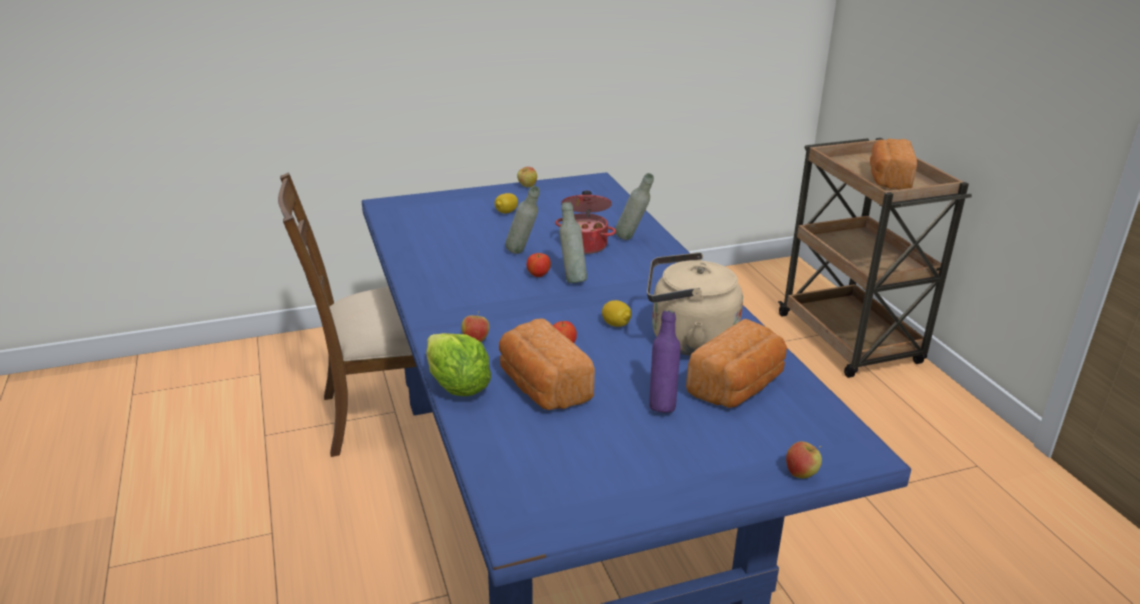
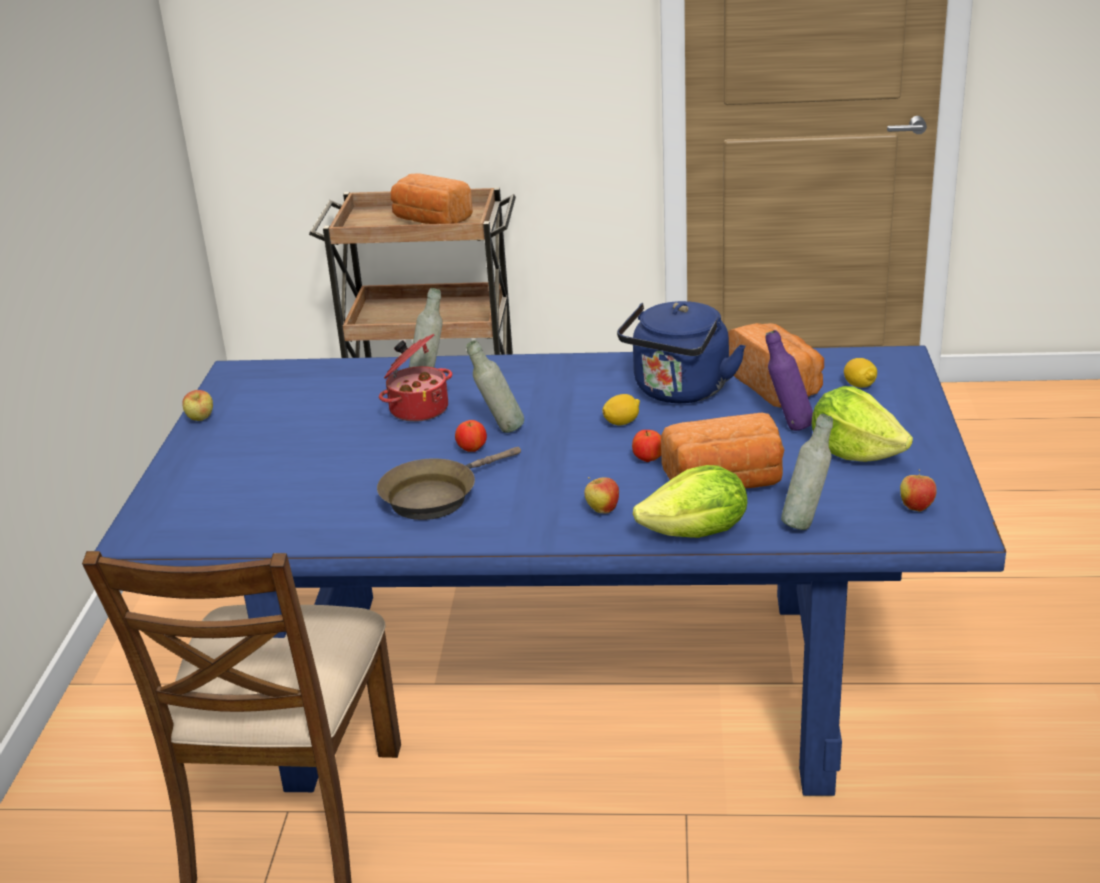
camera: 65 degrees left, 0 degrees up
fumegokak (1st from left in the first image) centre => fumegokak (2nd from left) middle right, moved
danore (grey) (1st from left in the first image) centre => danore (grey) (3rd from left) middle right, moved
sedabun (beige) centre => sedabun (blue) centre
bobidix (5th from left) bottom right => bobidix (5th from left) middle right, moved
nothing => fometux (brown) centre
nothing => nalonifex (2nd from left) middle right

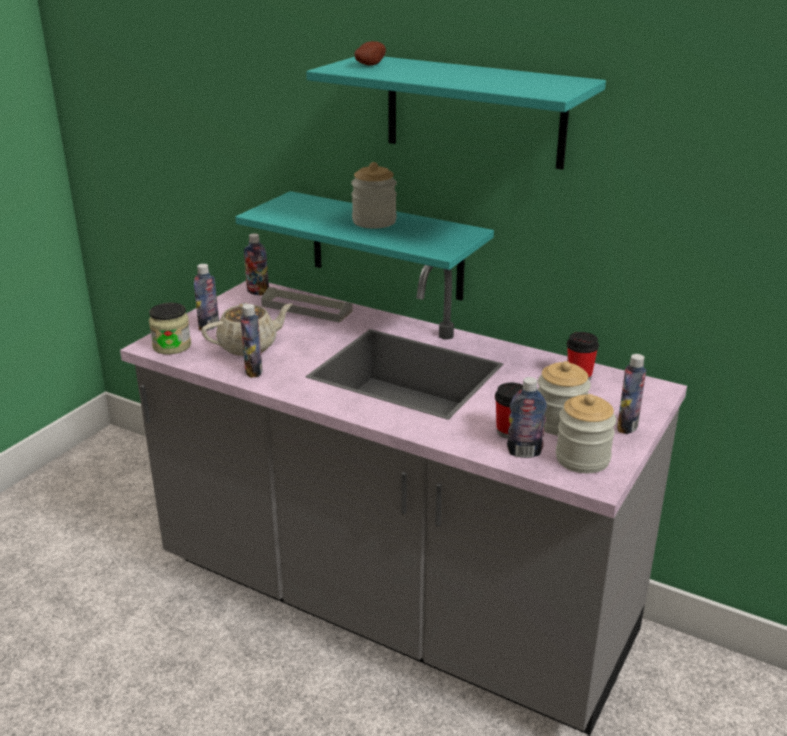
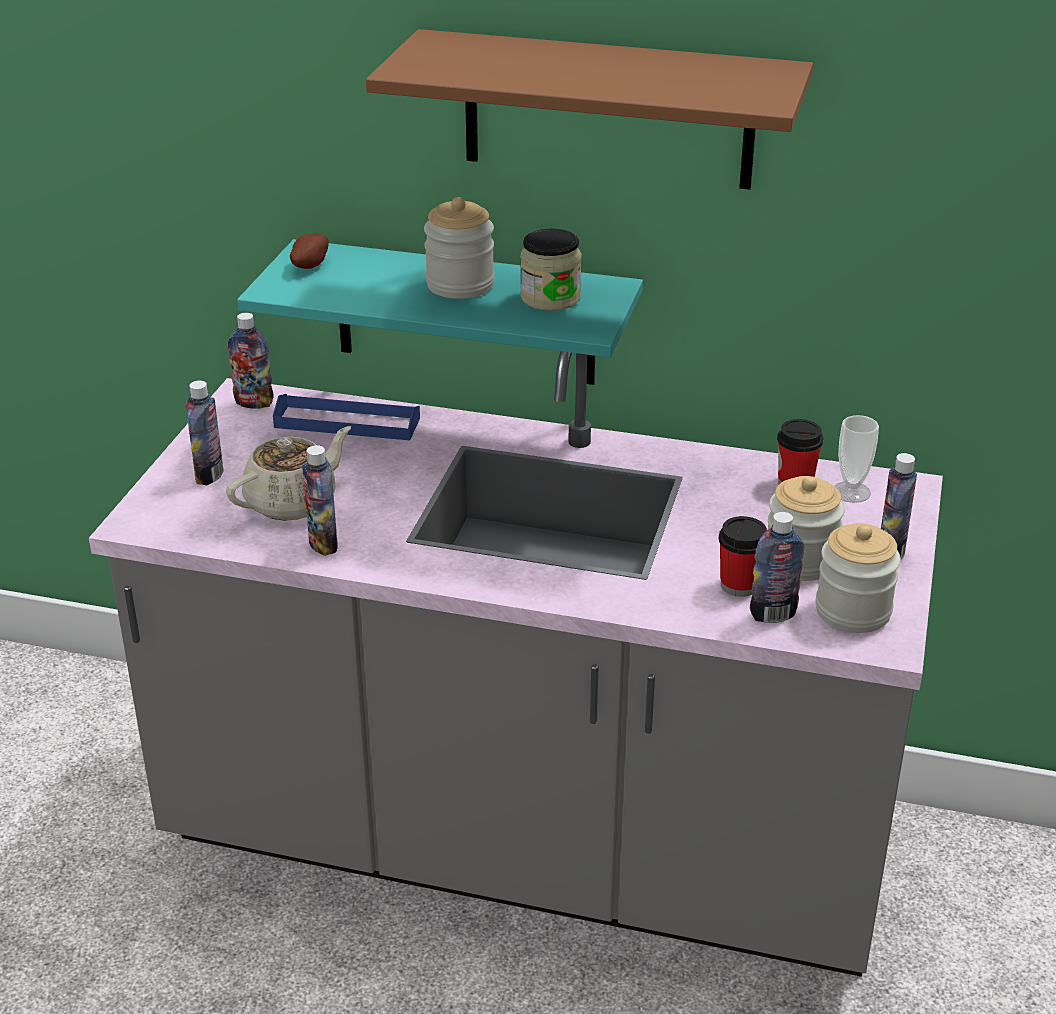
camera: 15 degrees left, 5 degrees up
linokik (1st from left in the first image) middle left => linokik (2nd from left) top centre, moved
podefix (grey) centre => podefix (blue) middle left
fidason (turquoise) (2nd from left) top centre => fidason (brown) top centre
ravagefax top centre => ravagefax top left, moved
nothing => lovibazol (3rd from left) middle right

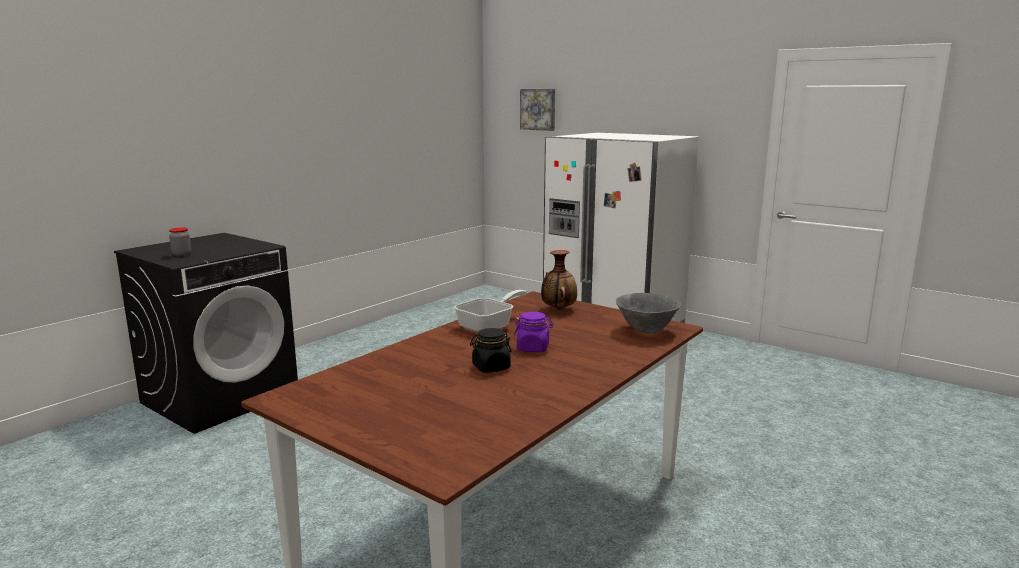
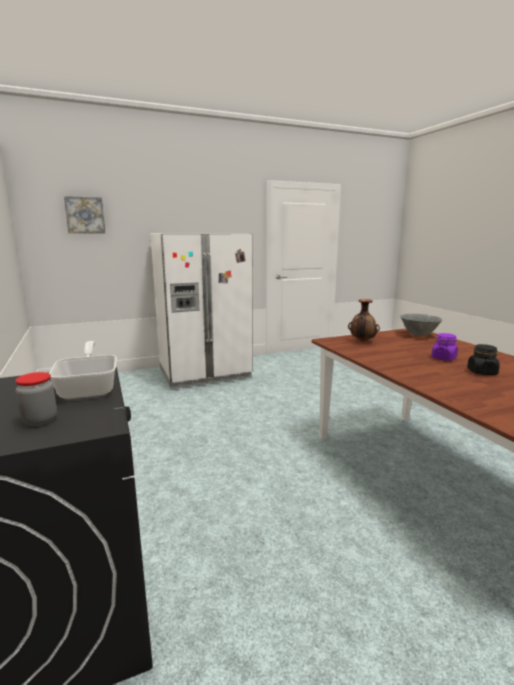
camera: 60 degrees left, 0 degrees up
fometux centre => fometux middle left, moved

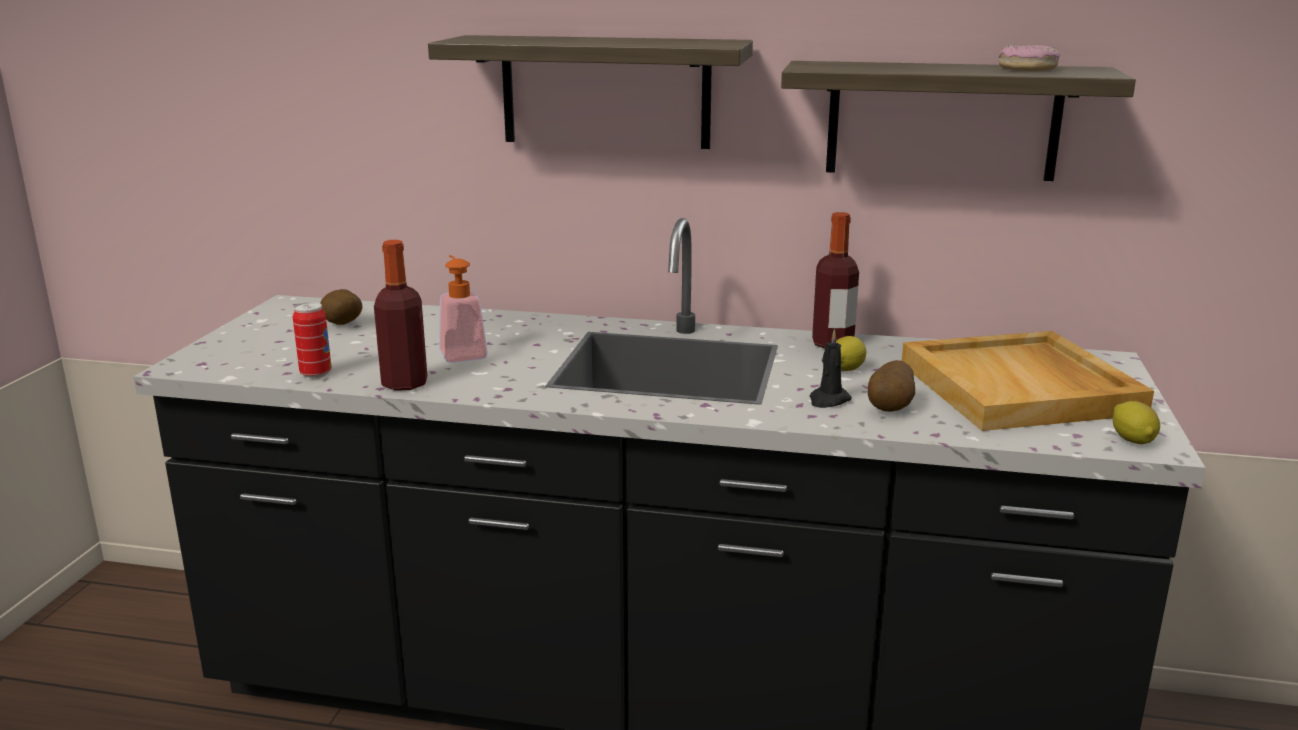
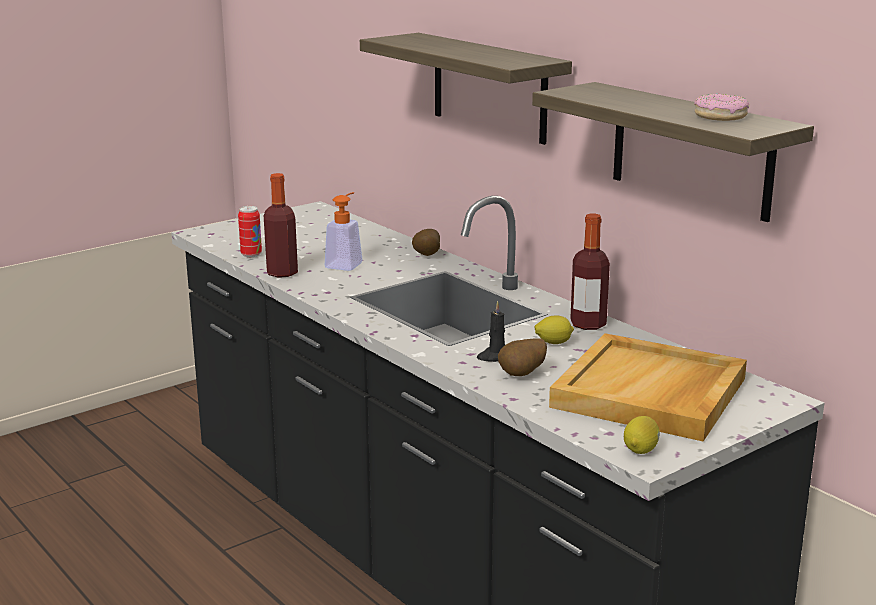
camera: 40 degrees right, 0 degrees up
ravagefax (1st from left) middle left => ravagefax (1st from left) centre, moved

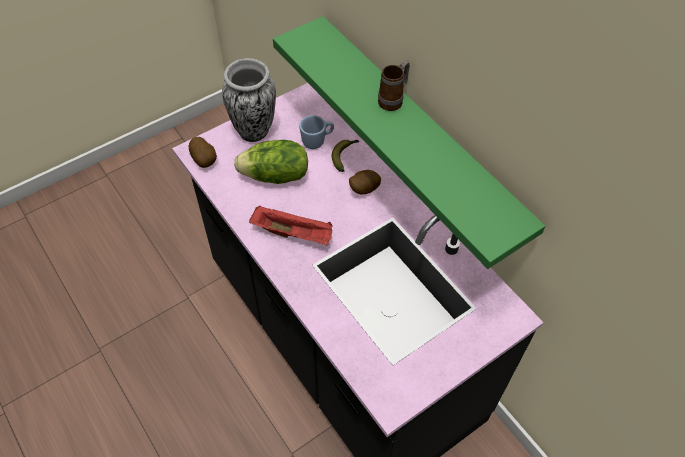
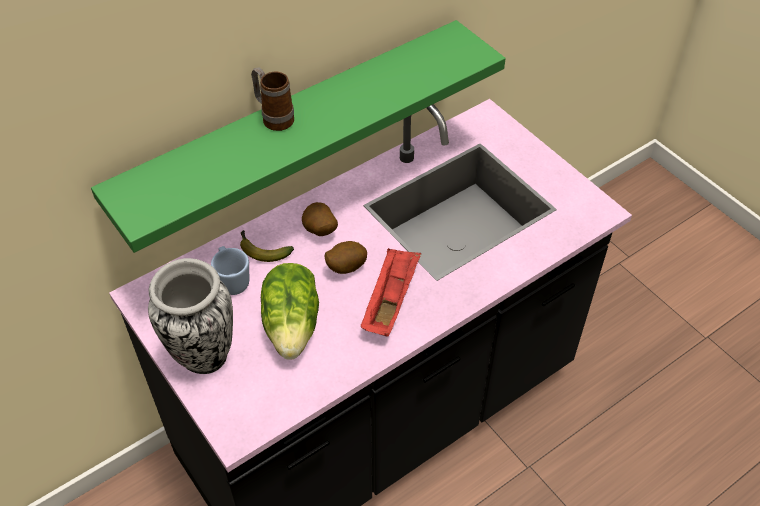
camera: 90 degrees left, 5 degrees down
ravagefax (1st from left in the first image) top left => ravagefax (2nd from left) centre, moved

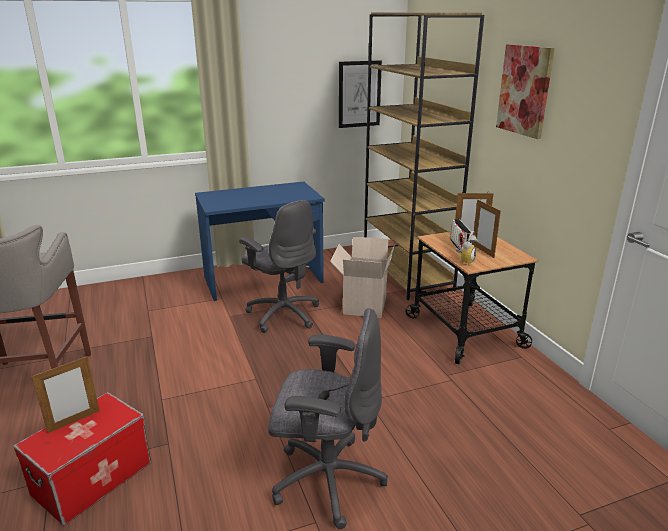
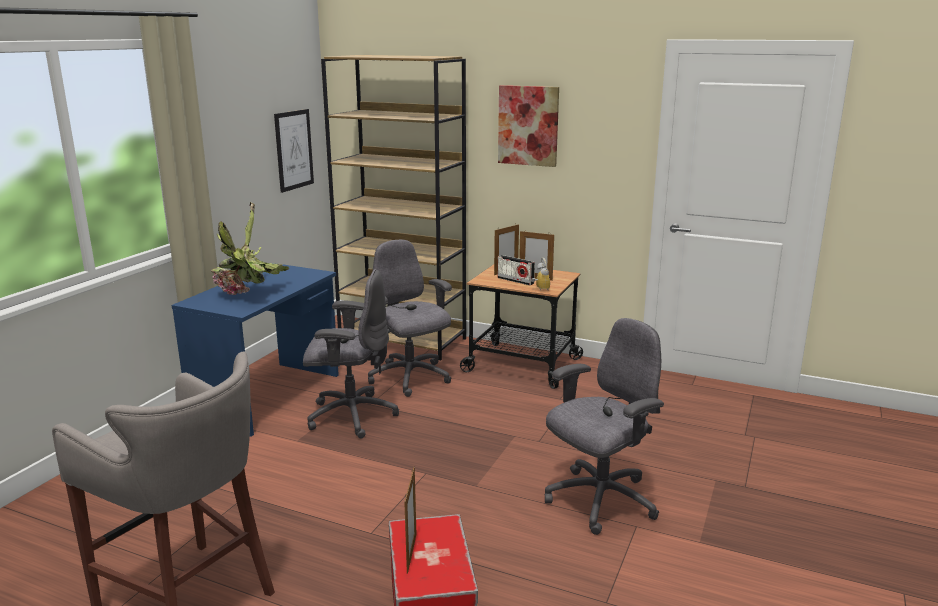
camera: 45 degrees left, 5 degrees down
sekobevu centre => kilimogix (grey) (2nd from left) centre
nothing => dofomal middle left

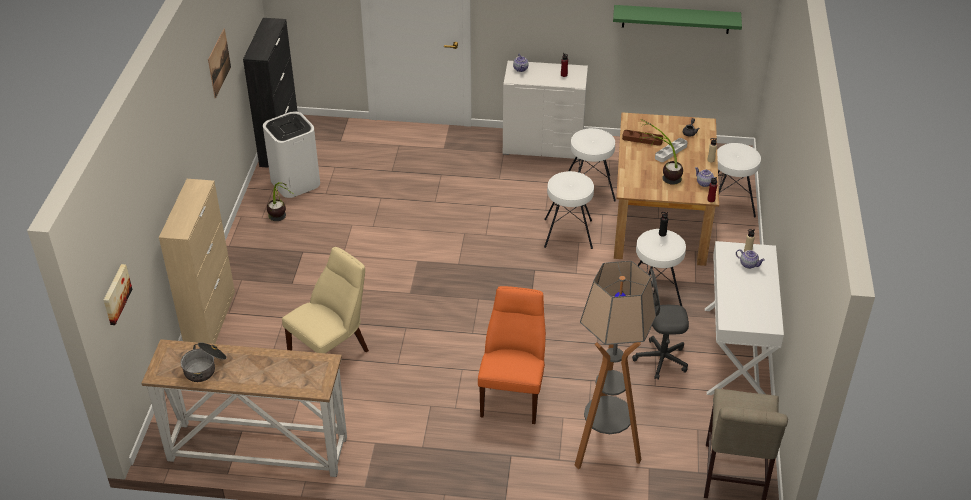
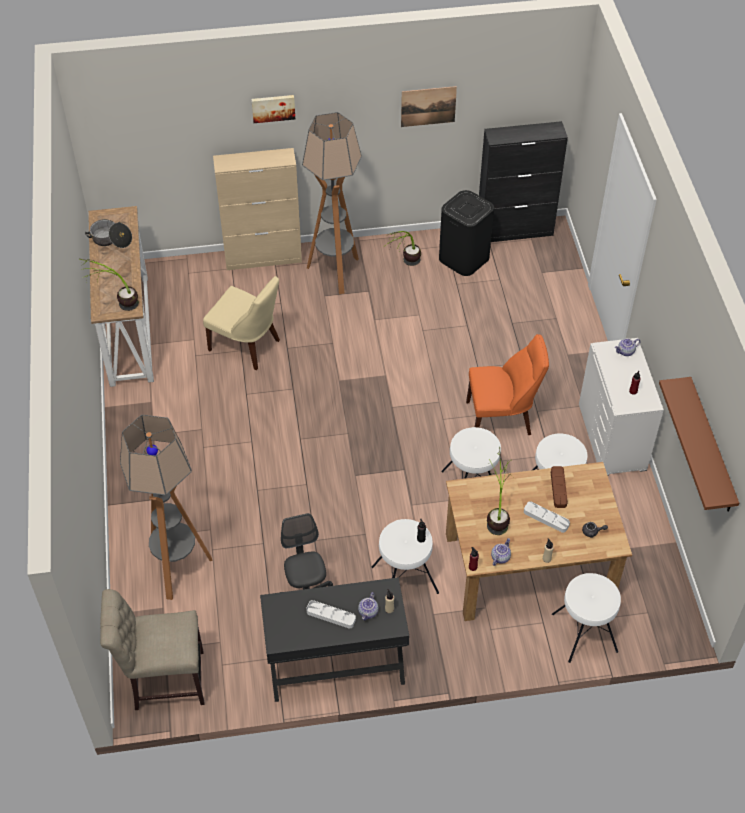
camera: 75 degrees right, 10 degrees up
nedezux (1st from left) middle left => nedezux (1st from left) top centre, moved
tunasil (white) top left => tunasil (black) top centre
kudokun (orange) bottom centre => kudokun (orange) middle right, moved
fidason (green) top right => fidason (brown) middle right
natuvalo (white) middle right => natuvalo (black) bottom centre
nothing => dofomal (1st from left) middle left
nothing => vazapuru (2nd from left) top centre
nothing => podefix (white) (1st from left) bottom centre

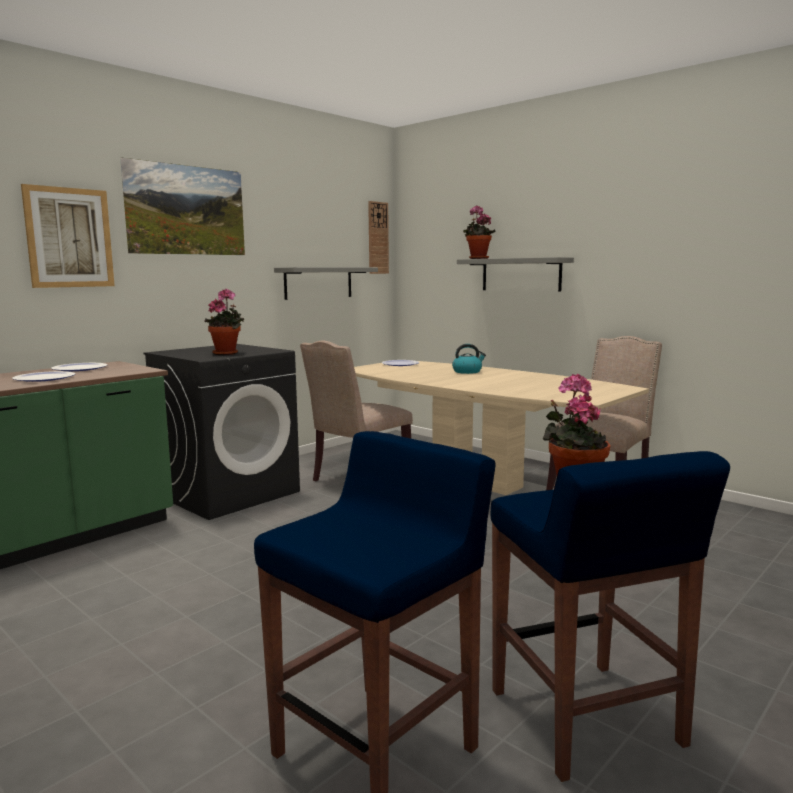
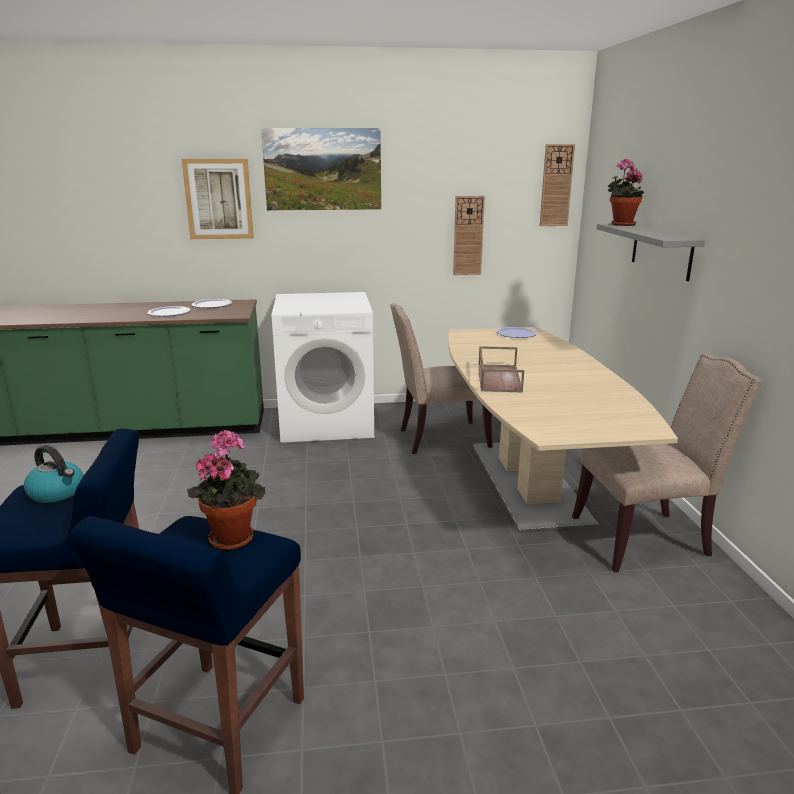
camera: 40 degrees right, 10 degrees up
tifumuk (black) middle left => tifumuk (white) centre
dofomal (1st from left) middle left => nothing
fidason (grey) (1st from left) centre => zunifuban (1st from left) top centre
sedabun centre => sedabun middle left, moved
nothing => podefix (brown) centre

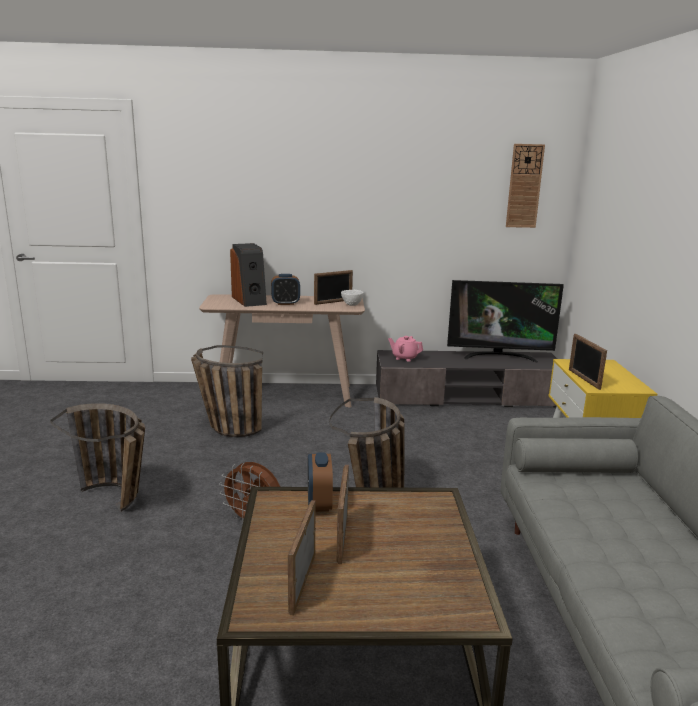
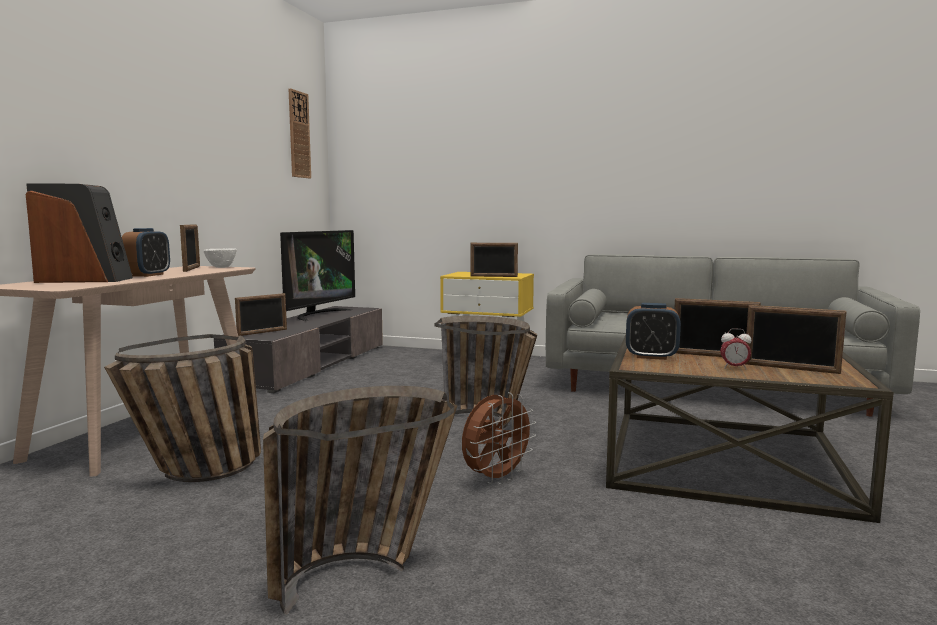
camera: 70 degrees left, 10 degrees down
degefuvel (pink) centre => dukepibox (2nd from left) middle left
nothing => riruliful (3rd from left) middle right

